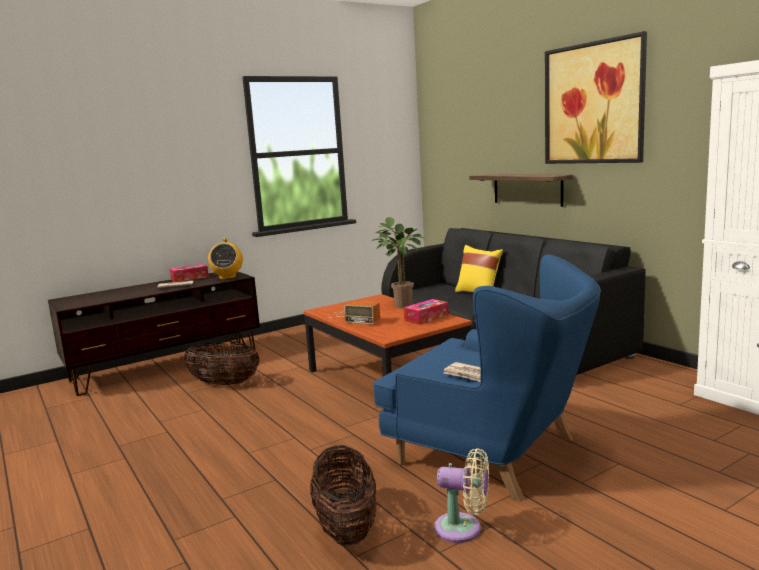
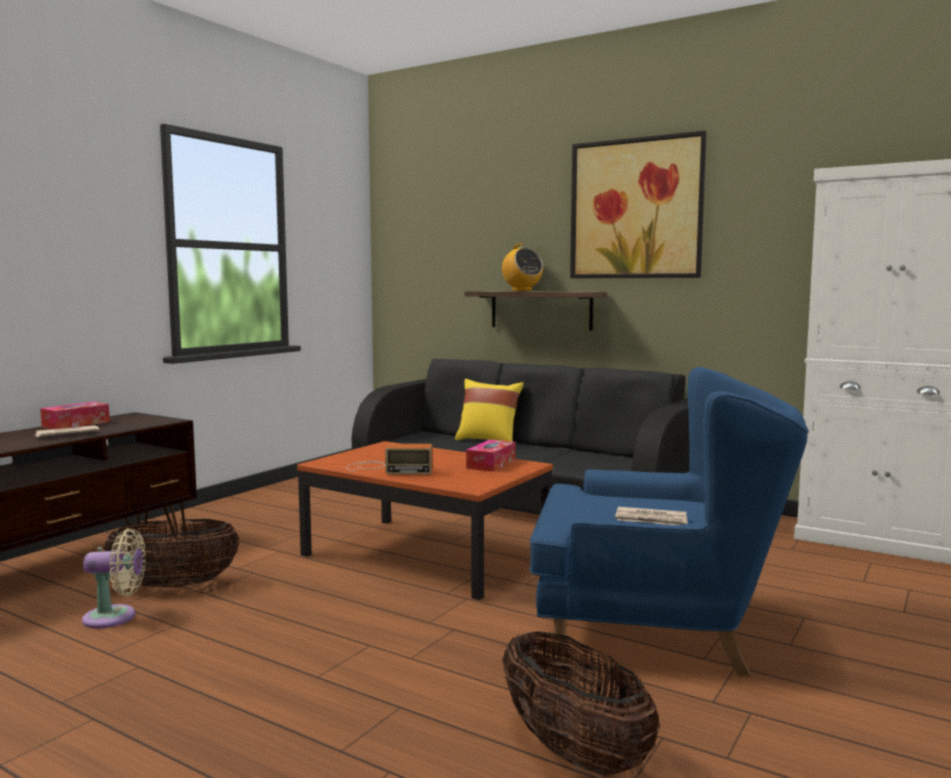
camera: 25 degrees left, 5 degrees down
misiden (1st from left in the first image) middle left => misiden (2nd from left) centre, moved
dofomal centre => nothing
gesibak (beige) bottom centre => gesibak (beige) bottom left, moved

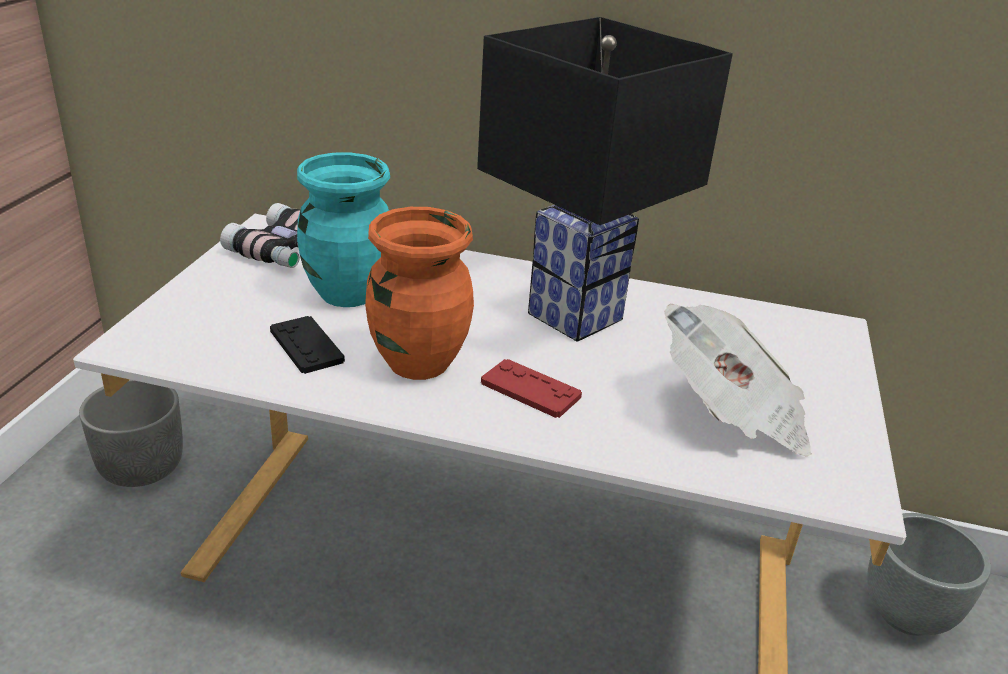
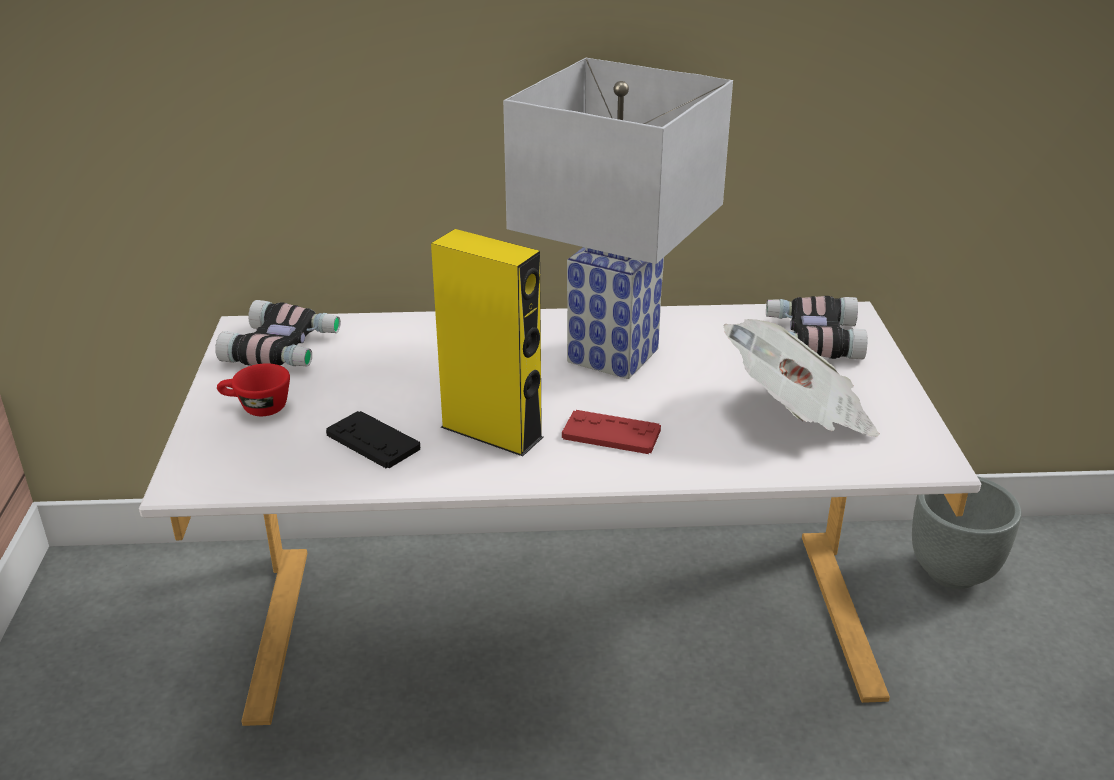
camera: 15 degrees left, 0 degrees up
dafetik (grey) (1st from left) middle left => nothing
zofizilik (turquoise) centre => nothing
zofizilik (orange) centre => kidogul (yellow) centre
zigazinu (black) top centre => zigazinu (white) top centre
nothing => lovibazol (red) middle left
nothing => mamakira (2nd from left) middle right

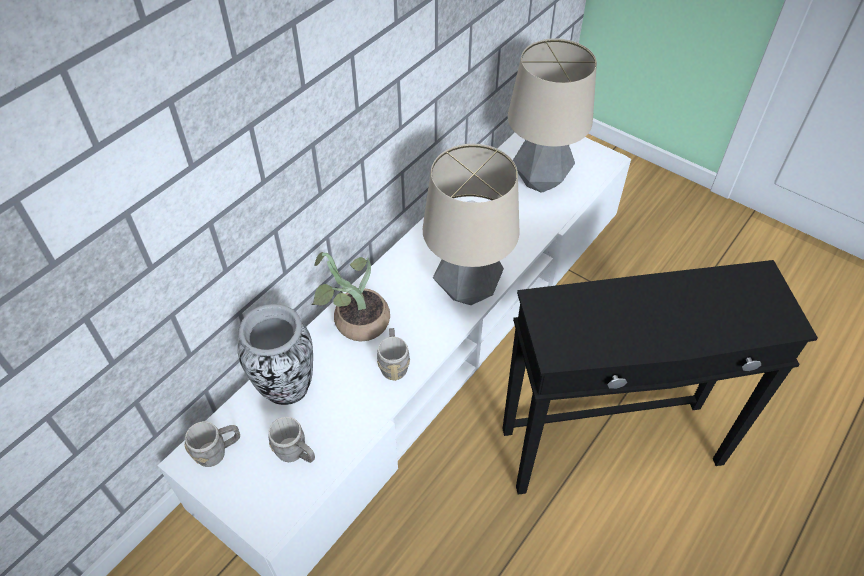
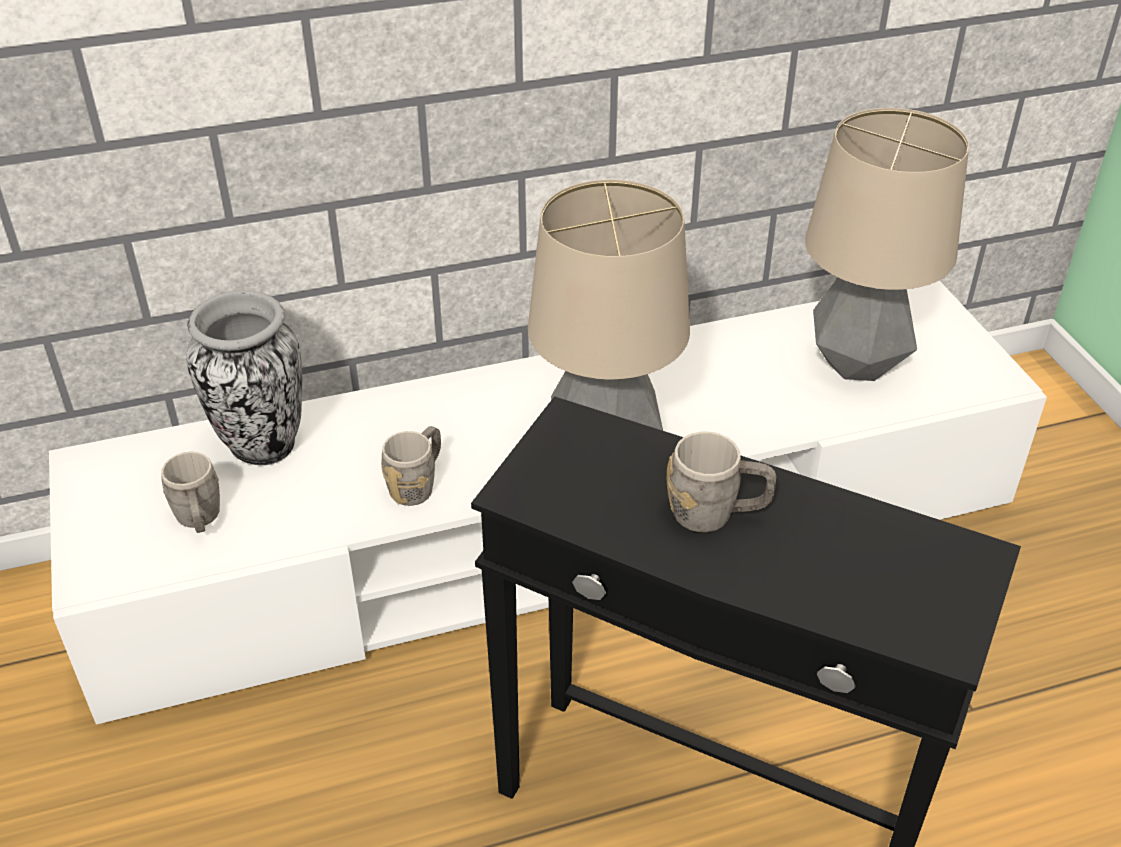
camera: 35 degrees right, 10 degrees down
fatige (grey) (1st from left in the first image) bottom left => fatige (grey) (3rd from left) centre, moved
dofomal centre => nothing

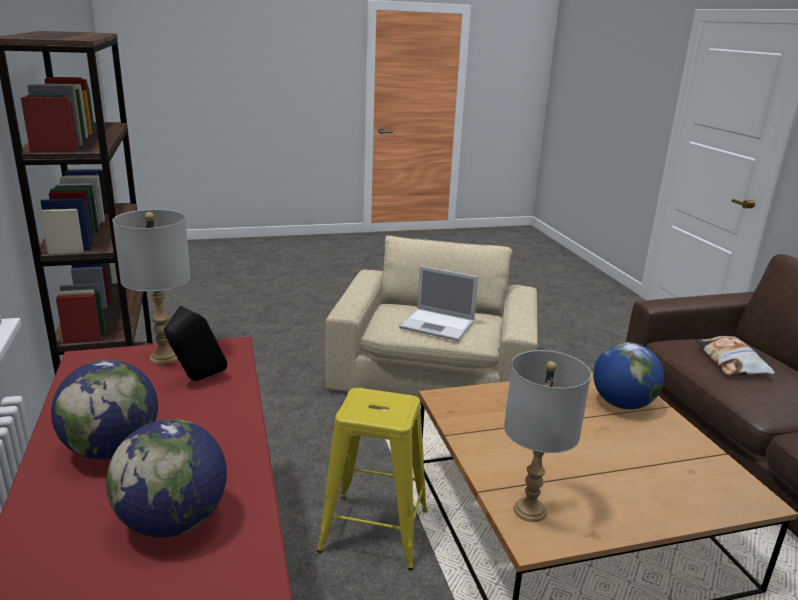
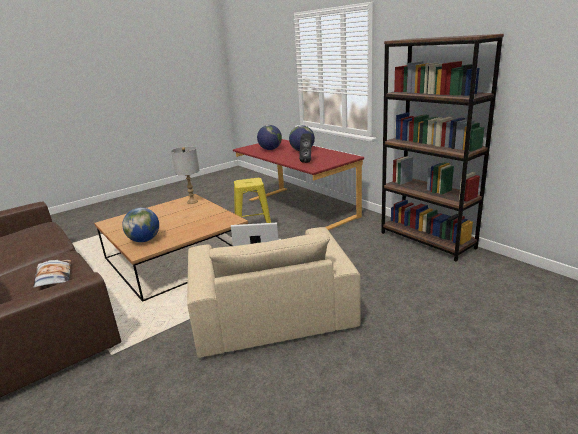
camera: 160 degrees right, 0 degrees up
zigazinu (grey) (1st from left) middle left => nothing

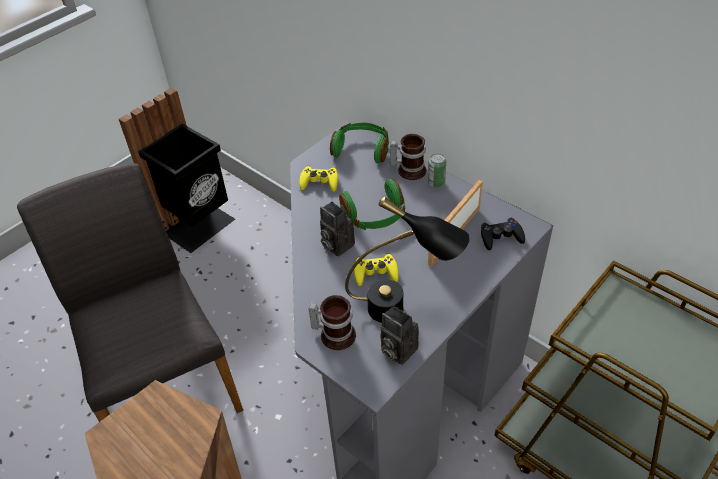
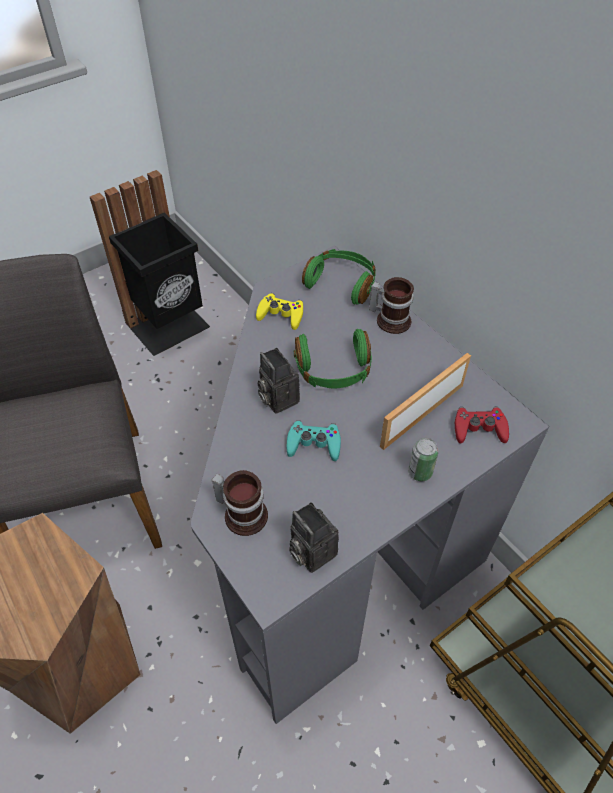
camera: 10 degrees right, 5 degrees up
zigazinu (black) centre => nothing
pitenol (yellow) (2nd from left) centre => pitenol (turquoise) centre
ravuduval centre => ravuduval middle right, moved
pitenol (black) middle right => pitenol (red) middle right

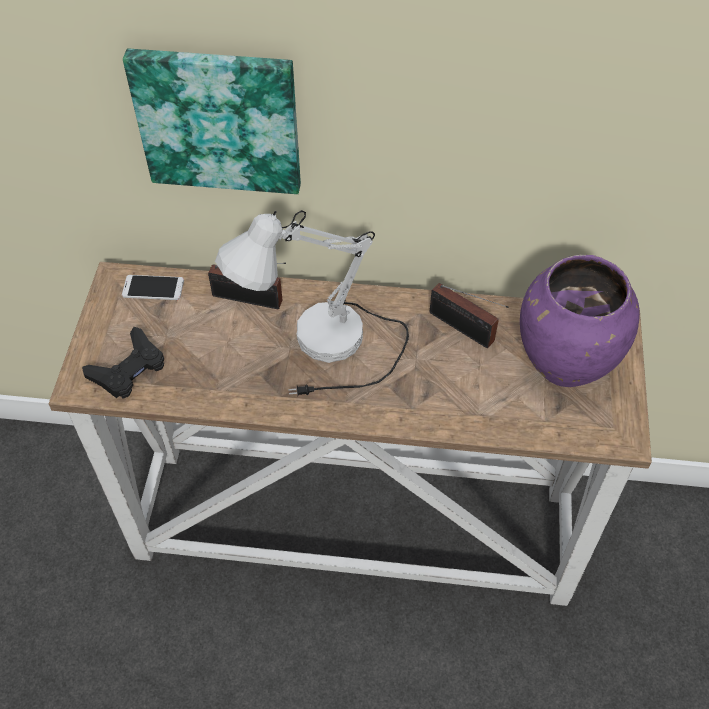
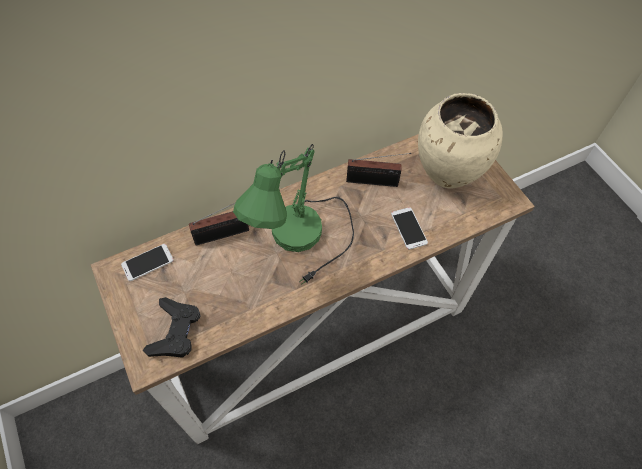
camera: 35 degrees left, 5 degrees up
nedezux top left => nothing
zigazinu (white) centre => zigazinu (green) centre
zofizilik (purple) middle right => zofizilik (beige) top right
nothing => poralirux (2nd from left) centre

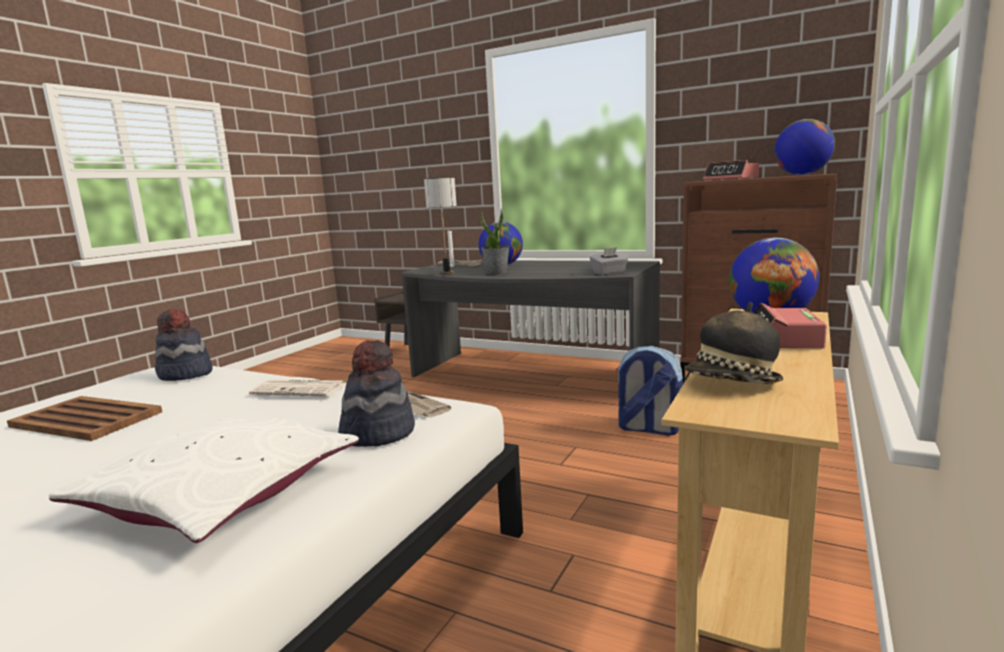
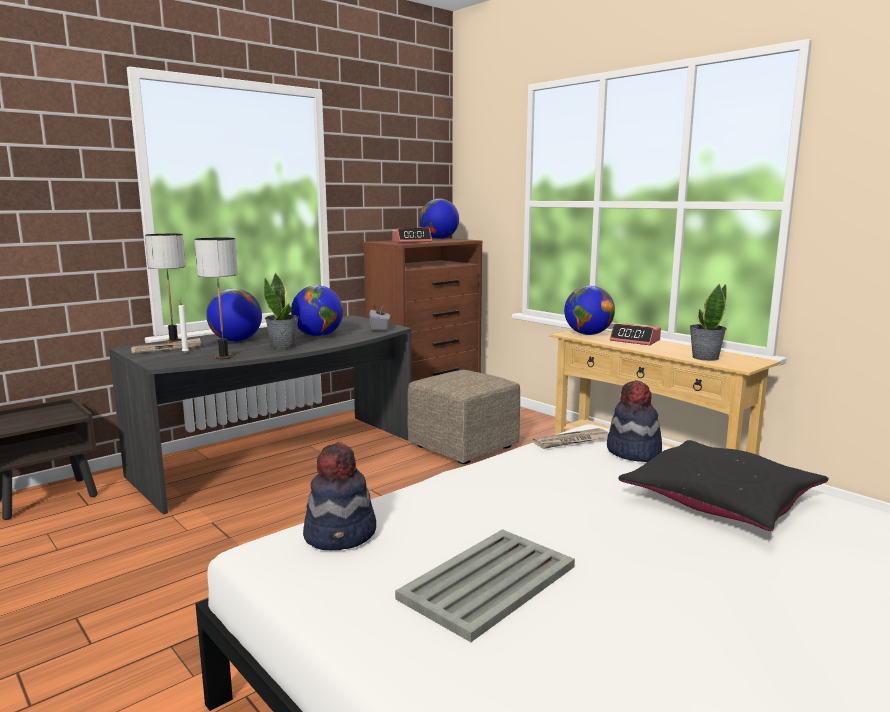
camera: 70 degrees left, 0 degrees up
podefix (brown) middle left => podefix (grey) bottom centre
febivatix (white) bottom left => febivatix (black) bottom right
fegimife (1st from left) middle left => nothing
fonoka centre => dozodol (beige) centre
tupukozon (3rd from left) middle right => dofomal (2nd from left) middle right
nothing => zigazinu (1st from left) middle left
nothing => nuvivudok (2nd from left) centre

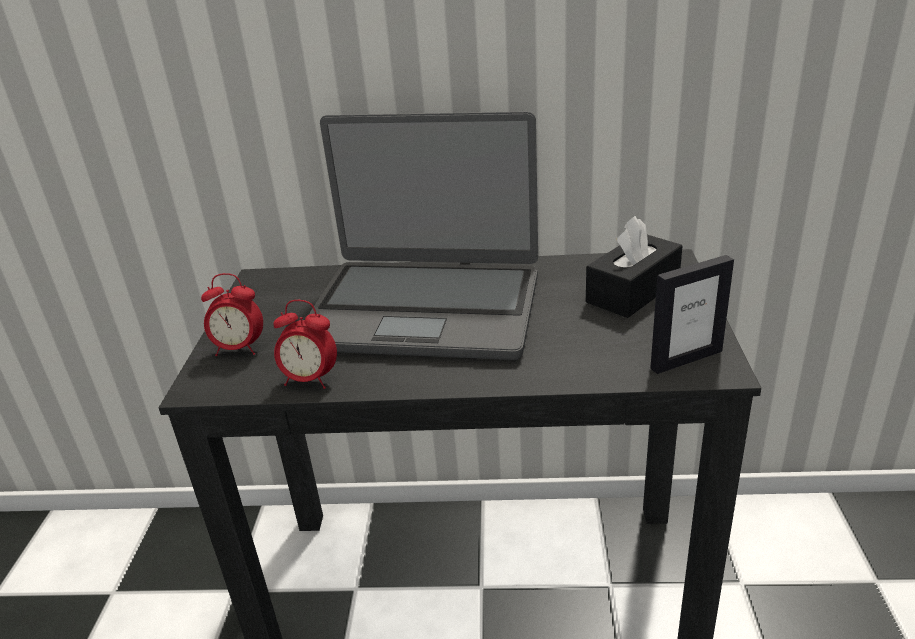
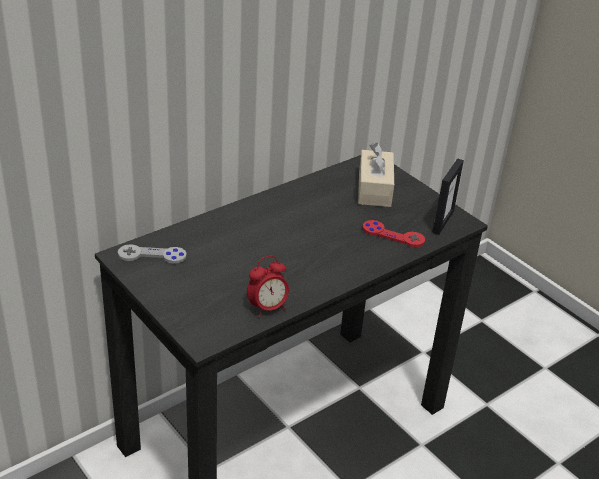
camera: 45 degrees left, 5 degrees up
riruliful (1st from left) middle left => nothing
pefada centre => nothing
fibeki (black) middle right => fibeki (beige) centre
nothing => pitenol (grey) middle left
nothing => pitenol (red) centre

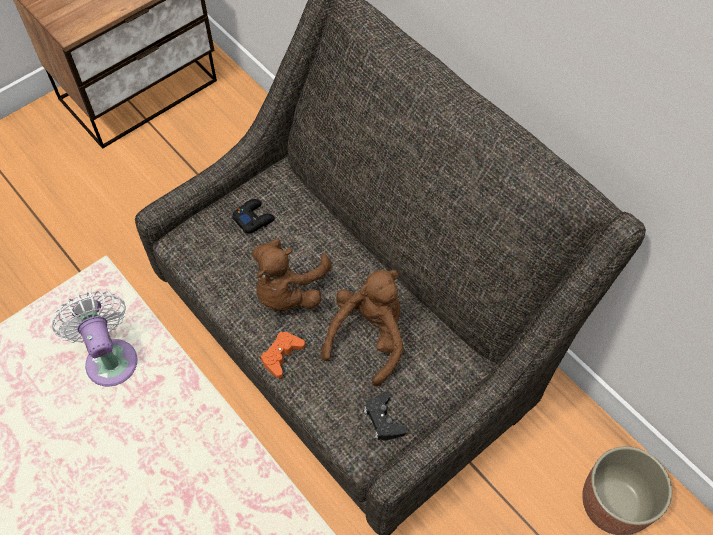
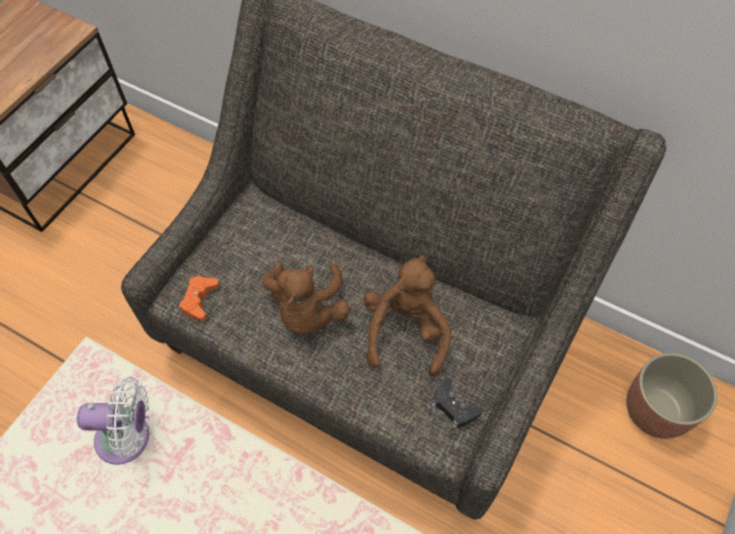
camera: 20 degrees left, 0 degrees up
gesibak (white) middle left => gesibak (white) bottom left, 135 degrees clockwise
pitenol (black) (1st from left) centre => nothing
pitenol (orange) centre => pitenol (orange) middle left, moved

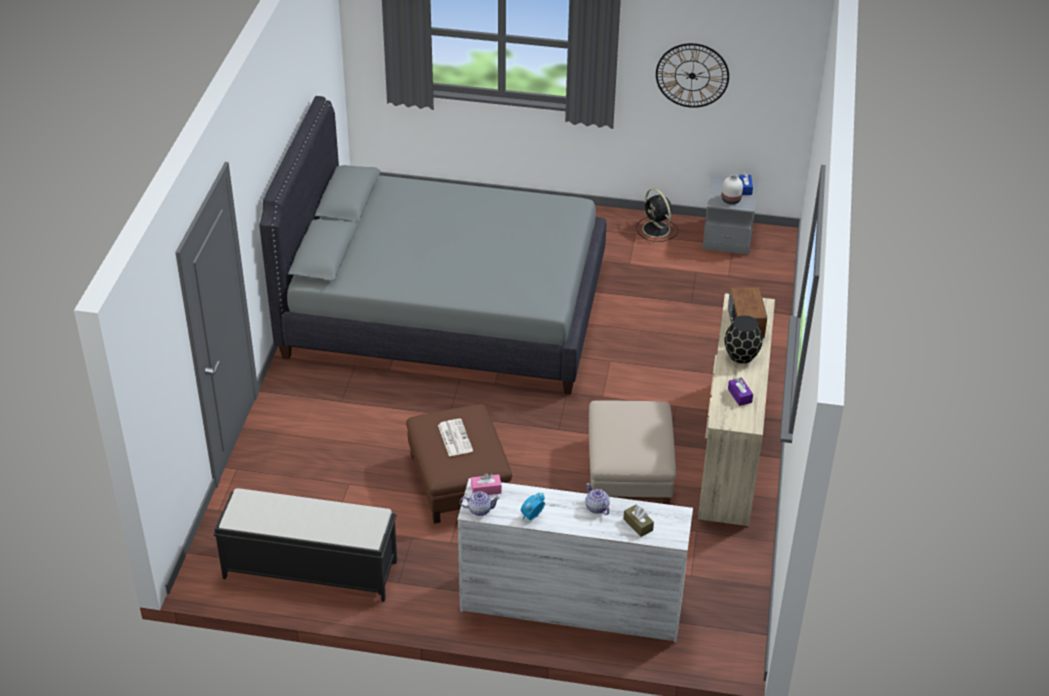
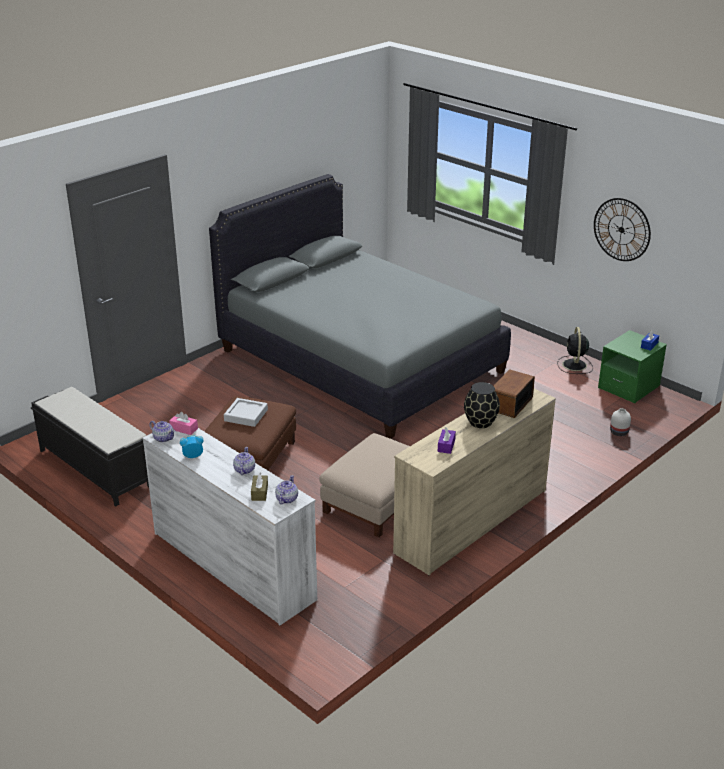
camera: 35 degrees right, 10 degrees down
fegimife centre => podefix (grey) centre
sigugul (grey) top right => sigugul (green) middle right
zofizilik (white) top right => zofizilik (white) middle right, moved
nothing => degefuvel (3rd from left) centre

